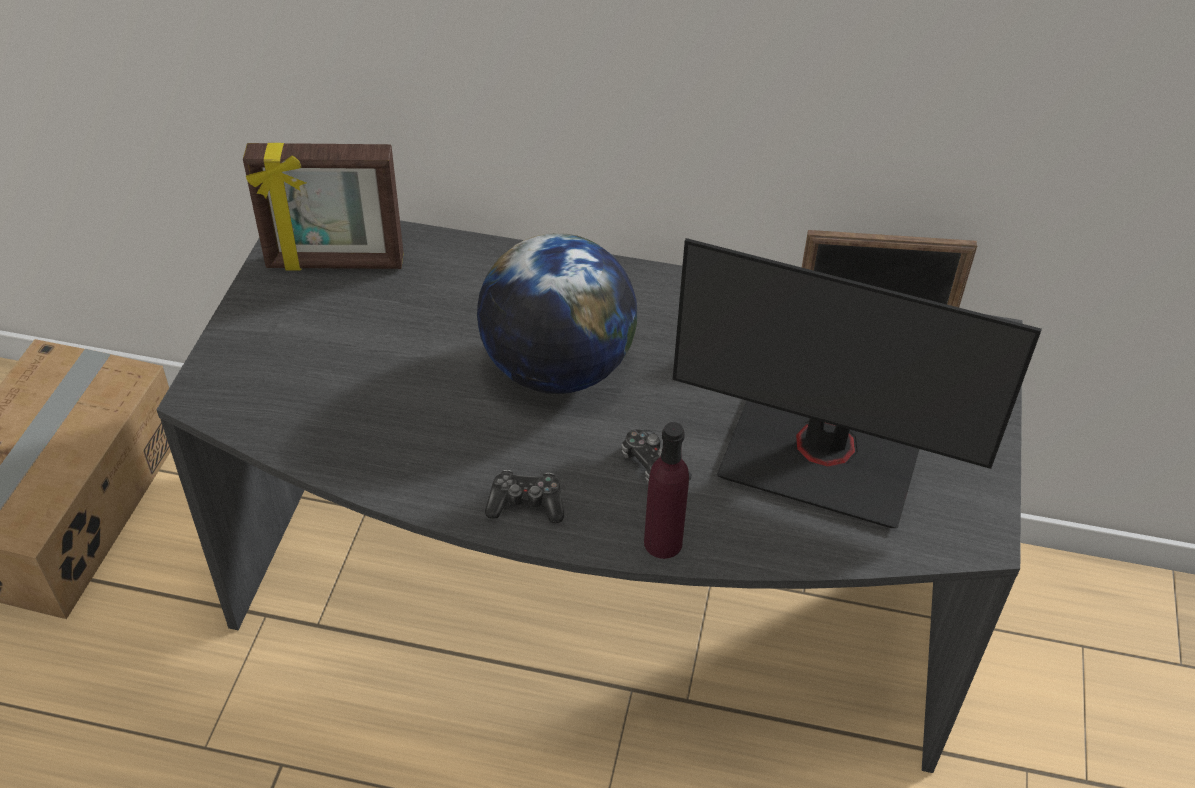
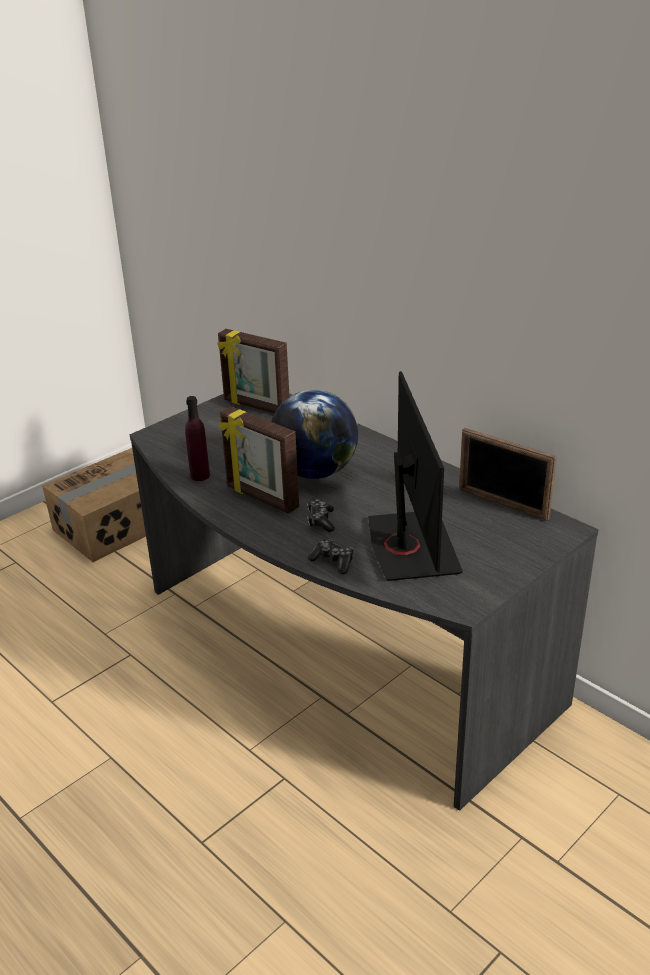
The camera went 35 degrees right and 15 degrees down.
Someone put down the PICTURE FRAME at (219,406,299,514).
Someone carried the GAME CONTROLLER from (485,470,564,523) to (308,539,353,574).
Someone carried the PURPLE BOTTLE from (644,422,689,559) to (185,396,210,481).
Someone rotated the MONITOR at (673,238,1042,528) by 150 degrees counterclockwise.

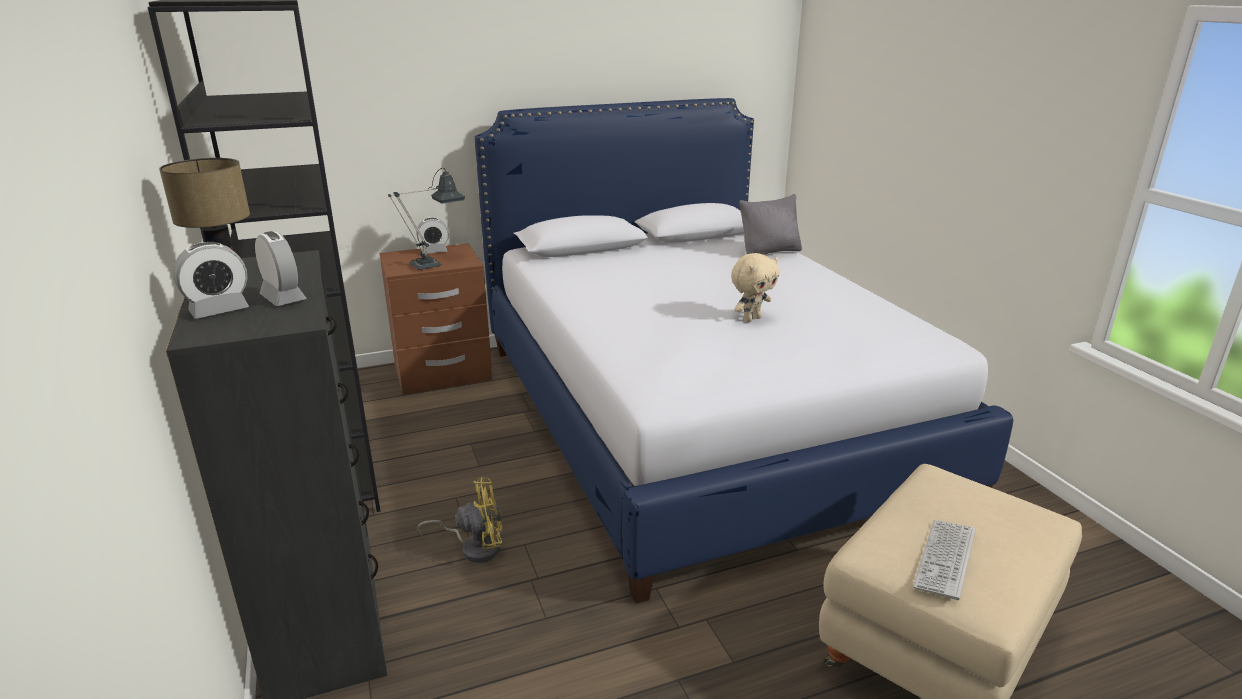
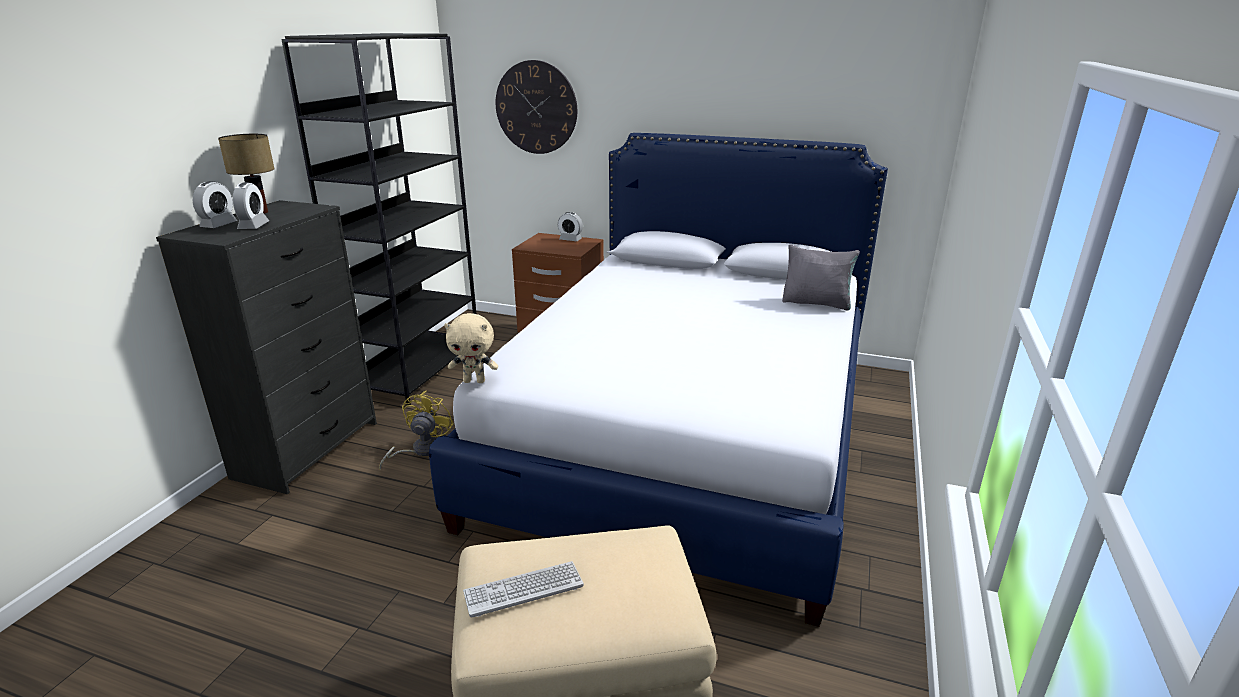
The camera went 40 degrees right and 0 degrees up.
Someone took away the TABLE LAMP at (388,168,465,270).
Someone put up the WALL CLOCK at (496,60,577,154).
Someone carried the BEIGE PLUSH TOY from (731,253,779,322) to (444,313,498,383).
Someone rotated the ALARM CLOCK at (173,242,249,319) by 75 degrees counterclockwise.
Someone rotated the YELLOW FAN at (417,477,502,563) by 105 degrees counterclockwise.

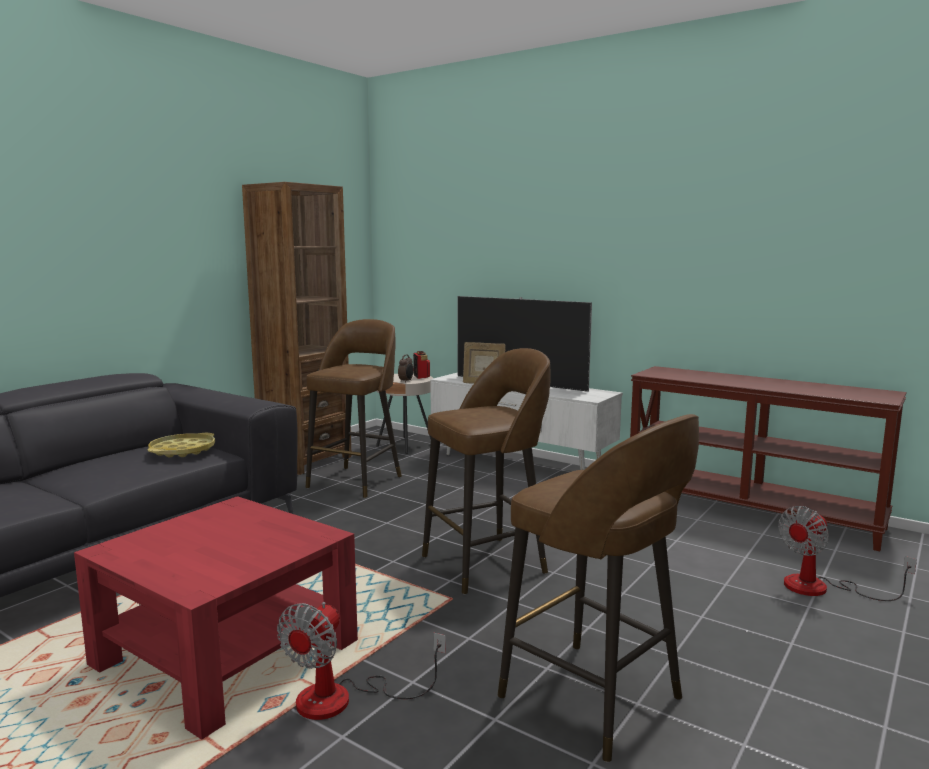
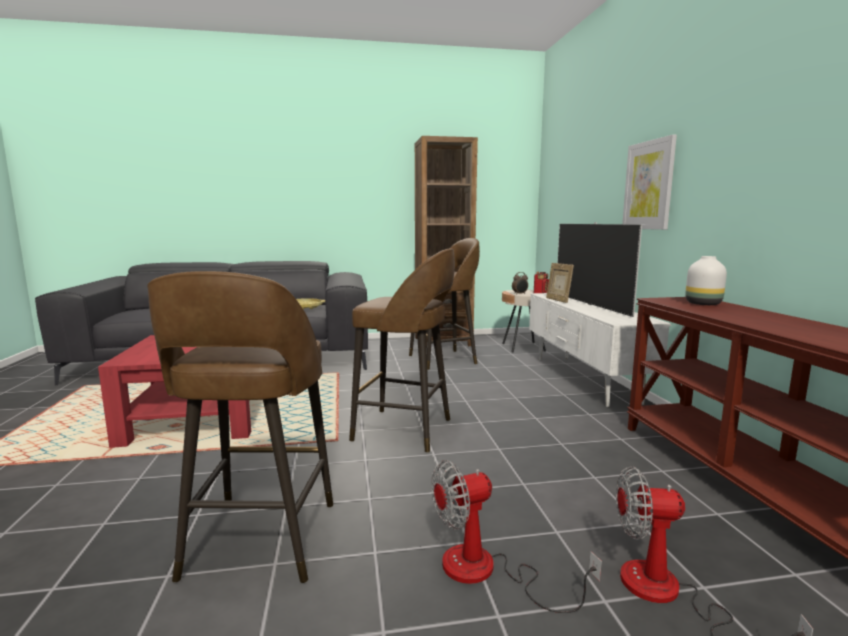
The camera went 45 degrees right and 0 degrees up.
Someone put up the PICTURE at (622,135,677,230).
Someone put down the WHITE VASE at (685,256,727,305).
Someone carried the FAN from (277,602,446,720) to (431,460,602,613).

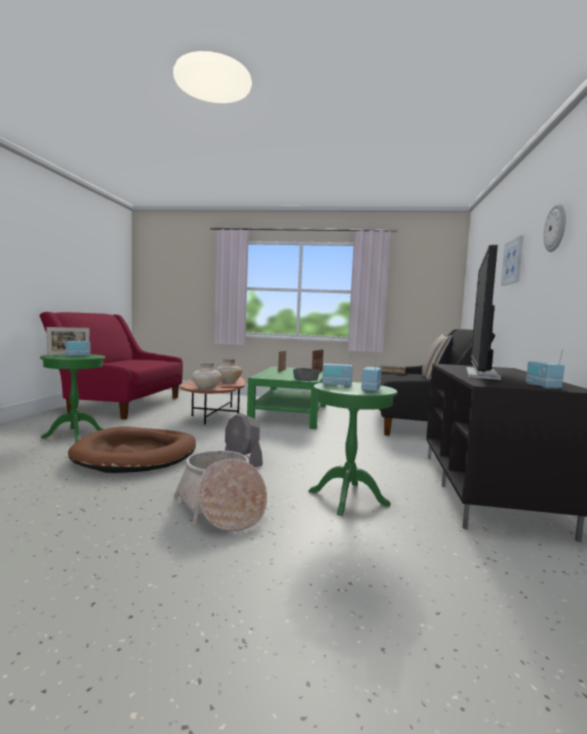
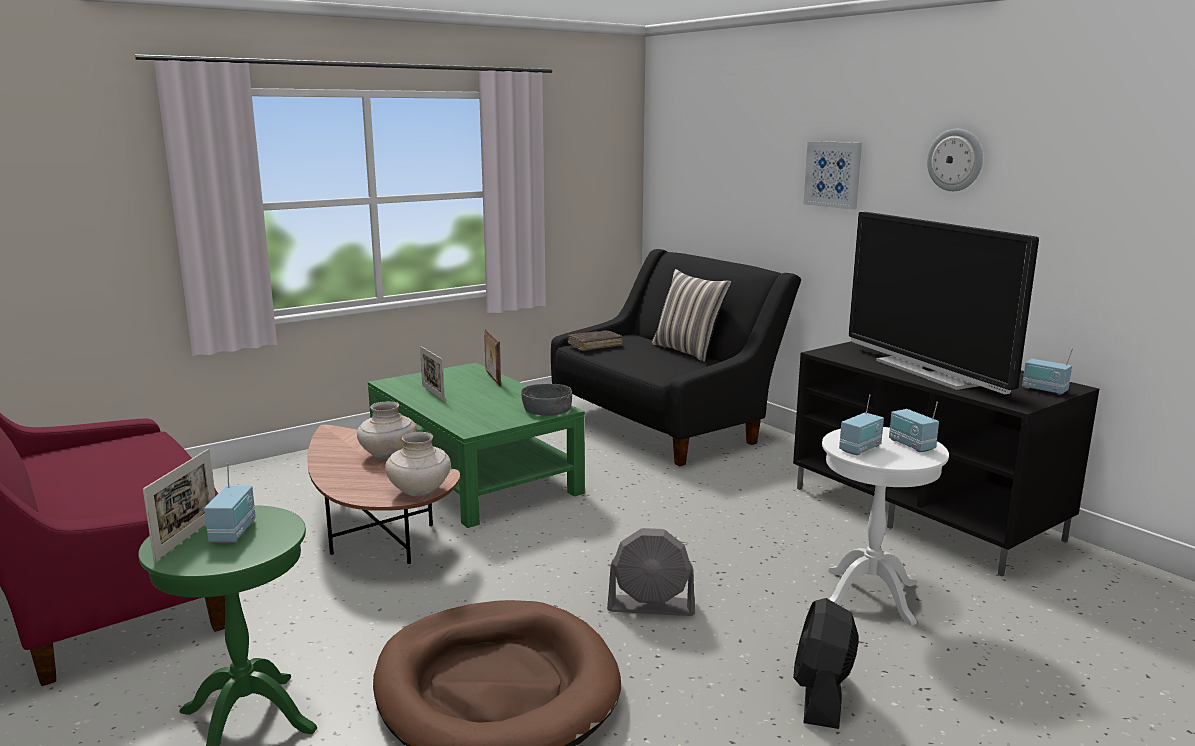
The camera went 45 degrees left and 10 degrees up.
Someone swapped the BASKET at (174,450,267,531) for the BLACK FAN at (793,598,859,729).
Someone repainted the GREEN SIDE TABLE at (308,382,397,516), which became the WHITE SIDE TABLE at (822,427,949,626).

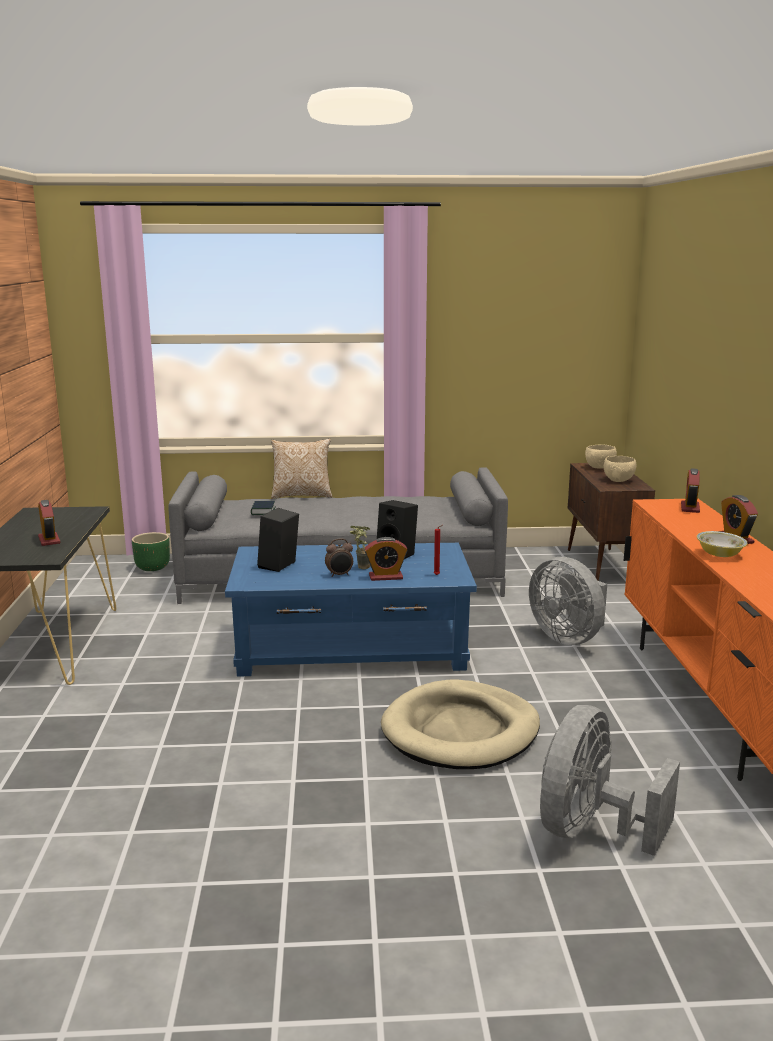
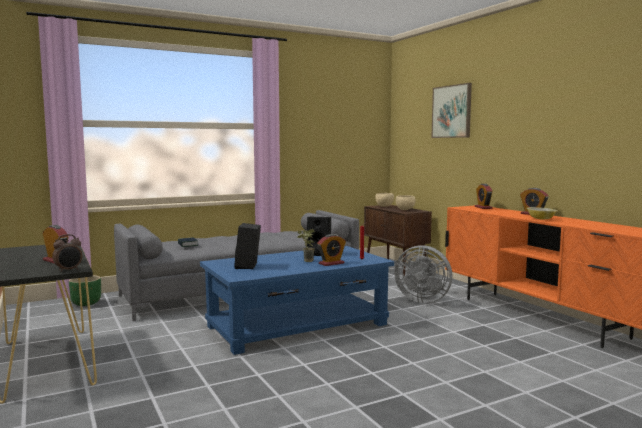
The camera went 25 degrees left and 10 degrees down.
Someone took away the PILLOW at (271,439,332,499).
Someone took away the BEIGE DOG BED at (381,679,540,769).
Someone took away the GREY FAN at (540,705,680,856).
Someone put up the PICTURE at (431,83,472,138).
Someone carried the ALARM CLOCK from (325,538,353,577) to (52,234,82,272).

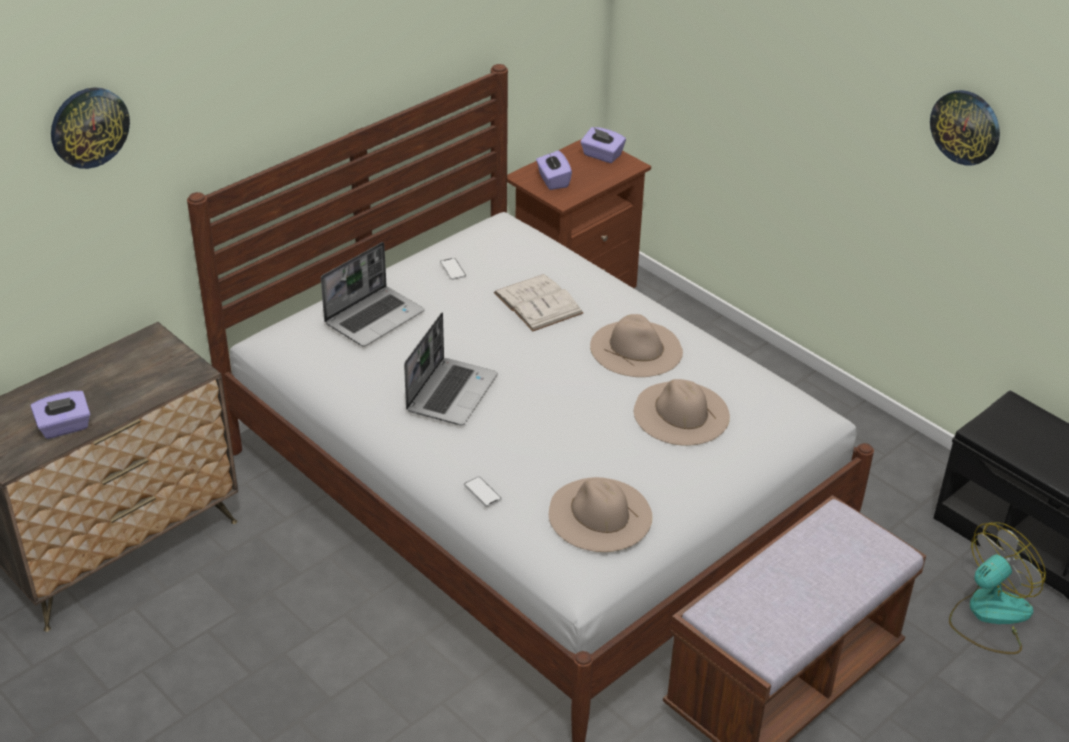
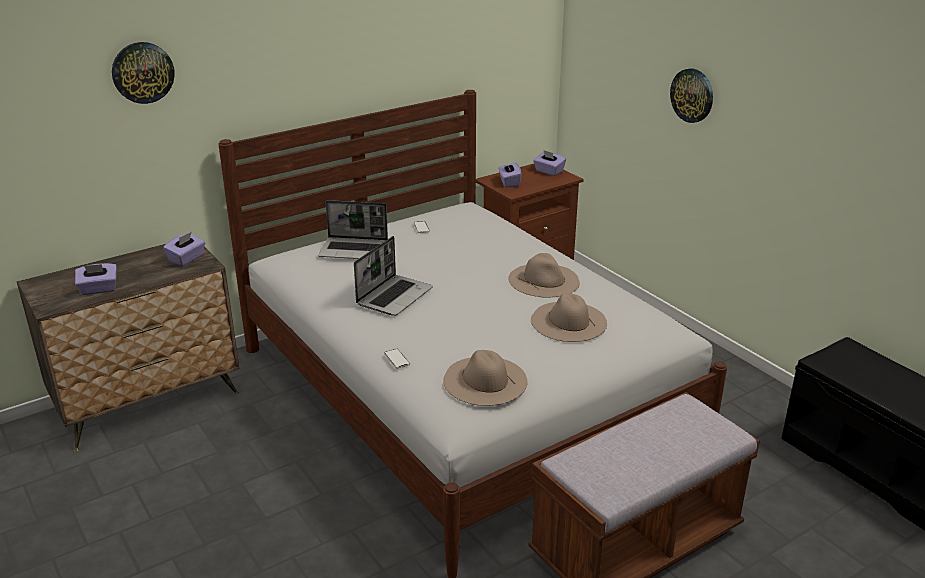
The camera went 10 degrees right and 10 degrees down.
Someone took away the WHITE BOOK at (494,274,583,332).
Someone took away the FAN at (949,522,1046,654).
Someone put down the PURPLE TISSUE BOX at (163,232,205,266).
Someone carried the WALL CLOCK from (930,90,1000,165) to (670,69,713,123).
Someone rotated the LAPTOP at (321,242,424,347) by 45 degrees clockwise.

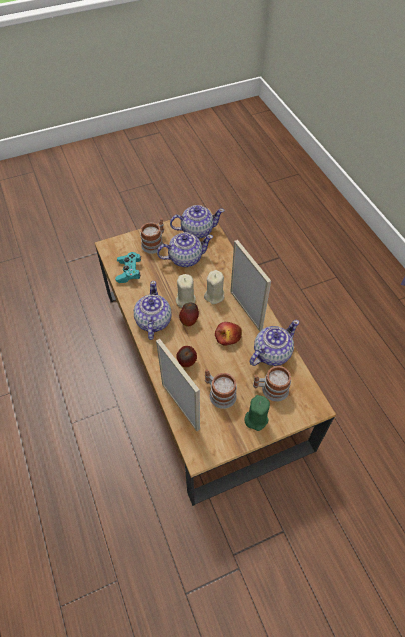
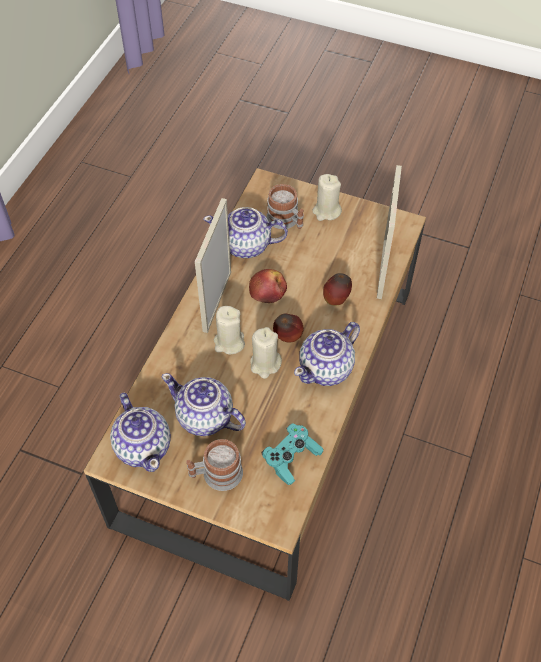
The camera went 135 degrees left and 0 degrees up.
Someone took away the MUG at (205,369,237,409).
Someone repainted the GREEN CANDLE at (245,395,270,431), which became the BEIGE CANDLE at (312,174,342,221).
Someone rotated the TEAPOT at (170,205,225,239) by 150 degrees counterclockwise.

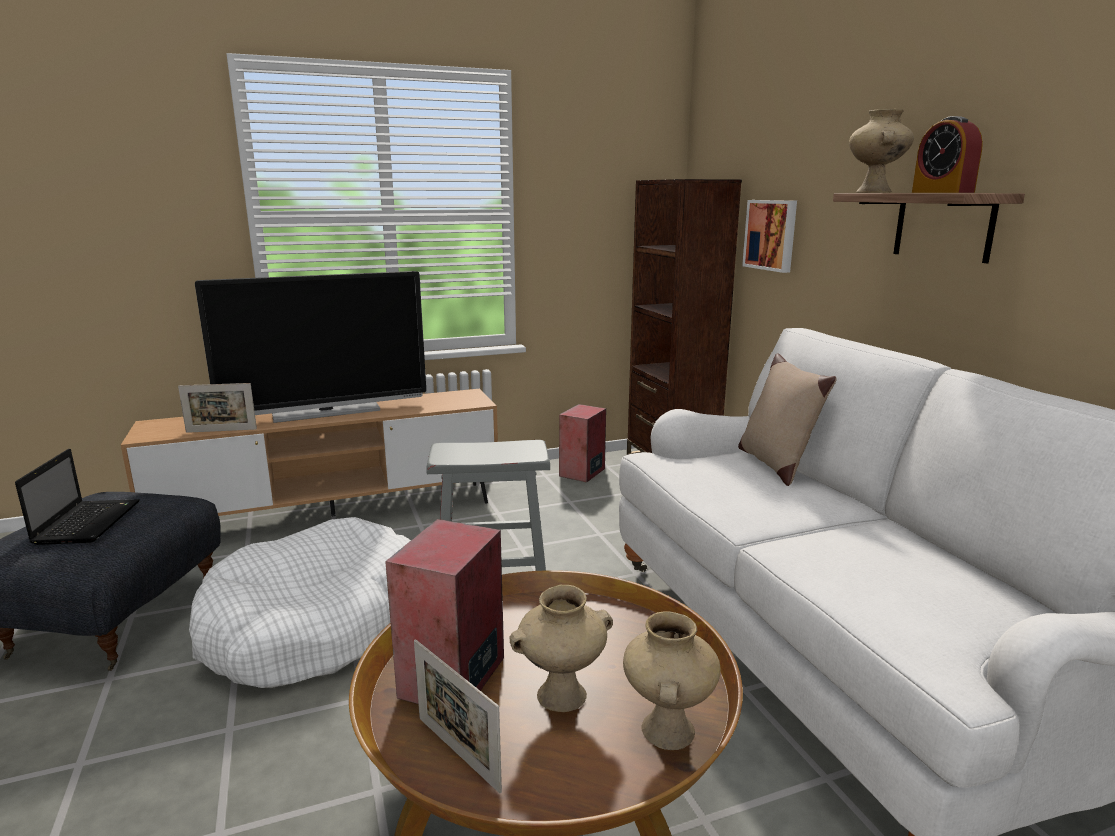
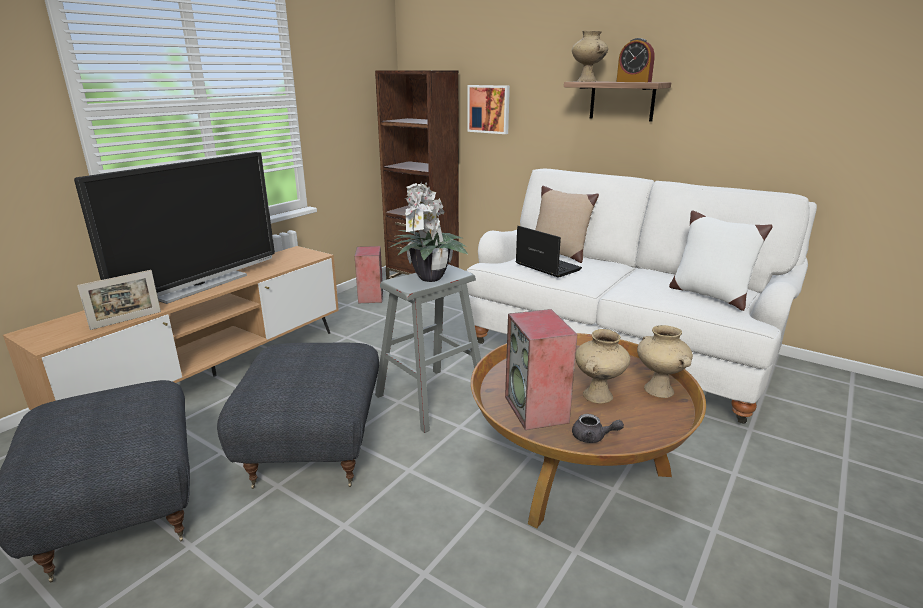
The camera went 35 degrees left and 5 degrees up.
Someone put down the POTTED PLANT at (390,182,468,282).
Someone put down the WHITE PILLOW at (669,210,772,311).
Someone carried the LAPTOP from (15,449,140,545) to (516,226,582,278).
Someone swapped the WHITE DOG BED at (189,517,411,688) for the GREY OTTOMAN at (217,343,379,489).
Someone swapped the PICTURE FRAME at (414,639,502,793) for the GREY TEAPOT at (572,414,624,443).

